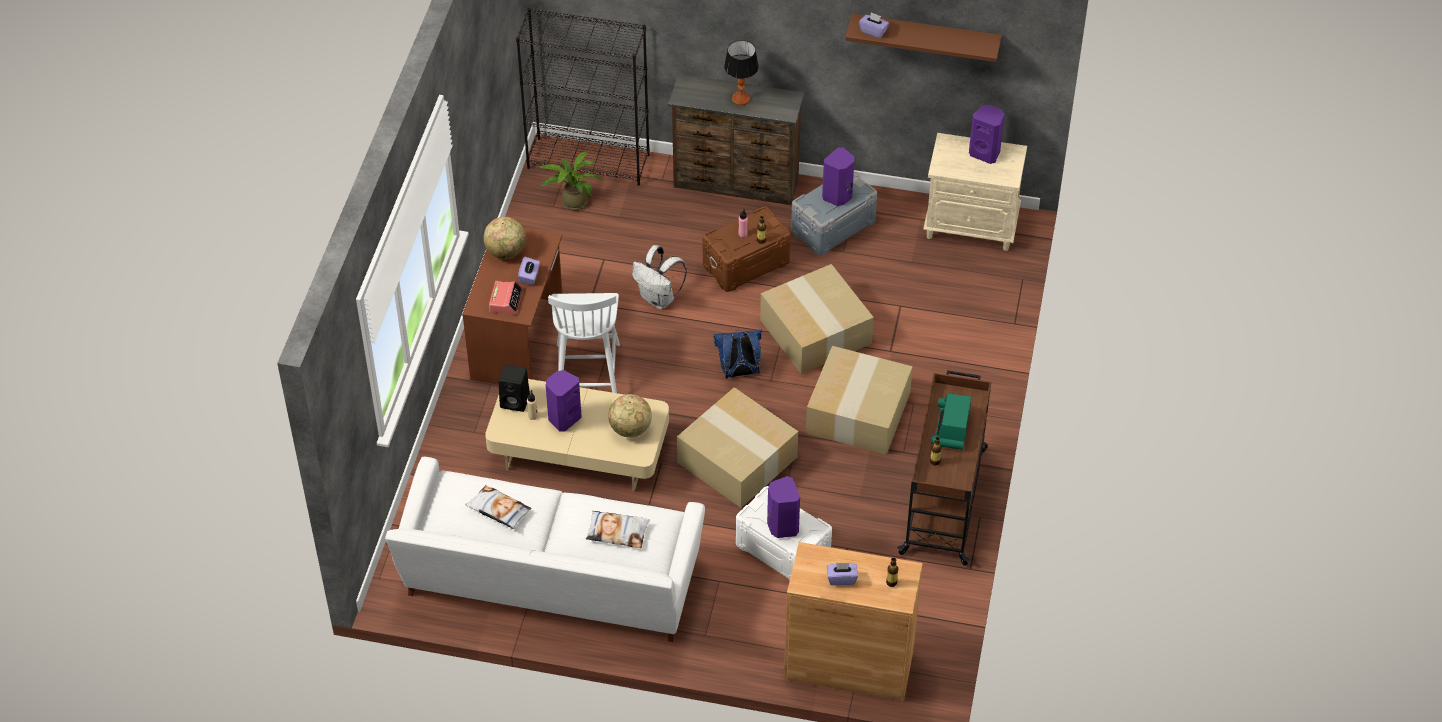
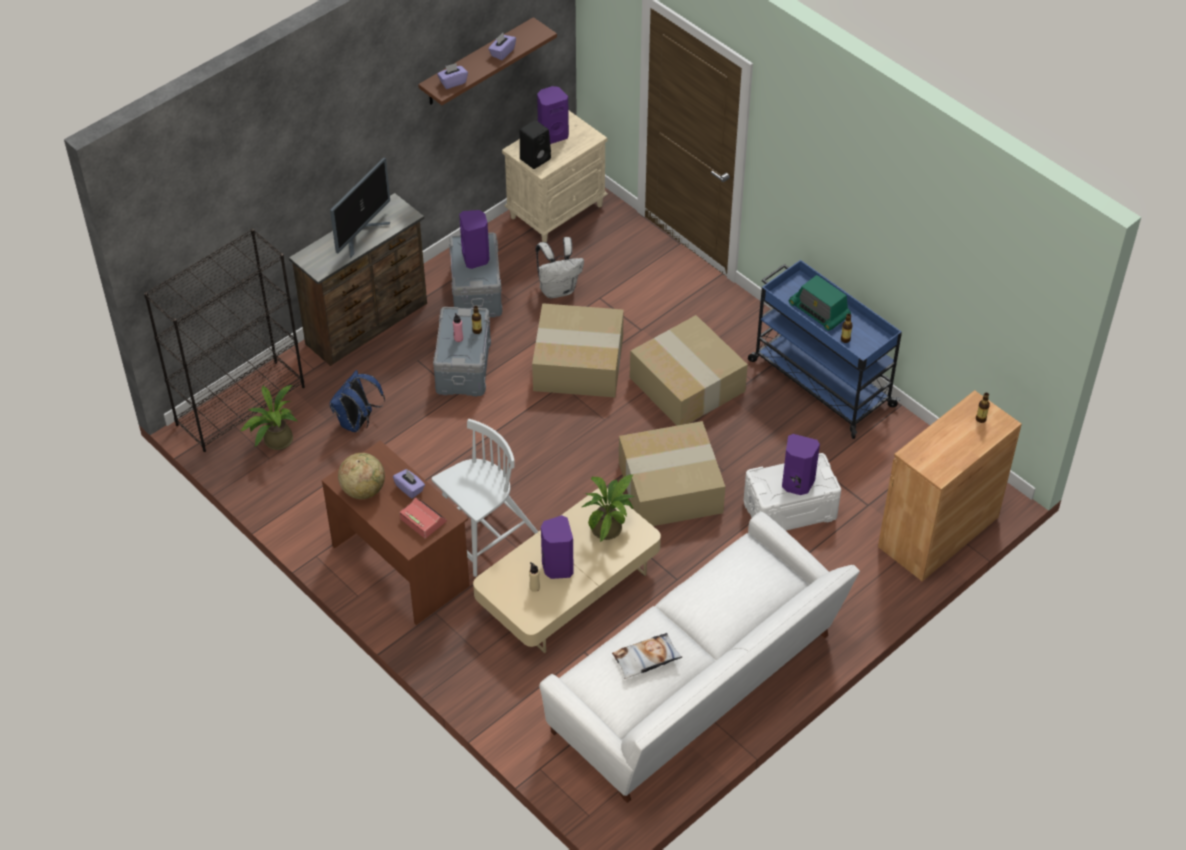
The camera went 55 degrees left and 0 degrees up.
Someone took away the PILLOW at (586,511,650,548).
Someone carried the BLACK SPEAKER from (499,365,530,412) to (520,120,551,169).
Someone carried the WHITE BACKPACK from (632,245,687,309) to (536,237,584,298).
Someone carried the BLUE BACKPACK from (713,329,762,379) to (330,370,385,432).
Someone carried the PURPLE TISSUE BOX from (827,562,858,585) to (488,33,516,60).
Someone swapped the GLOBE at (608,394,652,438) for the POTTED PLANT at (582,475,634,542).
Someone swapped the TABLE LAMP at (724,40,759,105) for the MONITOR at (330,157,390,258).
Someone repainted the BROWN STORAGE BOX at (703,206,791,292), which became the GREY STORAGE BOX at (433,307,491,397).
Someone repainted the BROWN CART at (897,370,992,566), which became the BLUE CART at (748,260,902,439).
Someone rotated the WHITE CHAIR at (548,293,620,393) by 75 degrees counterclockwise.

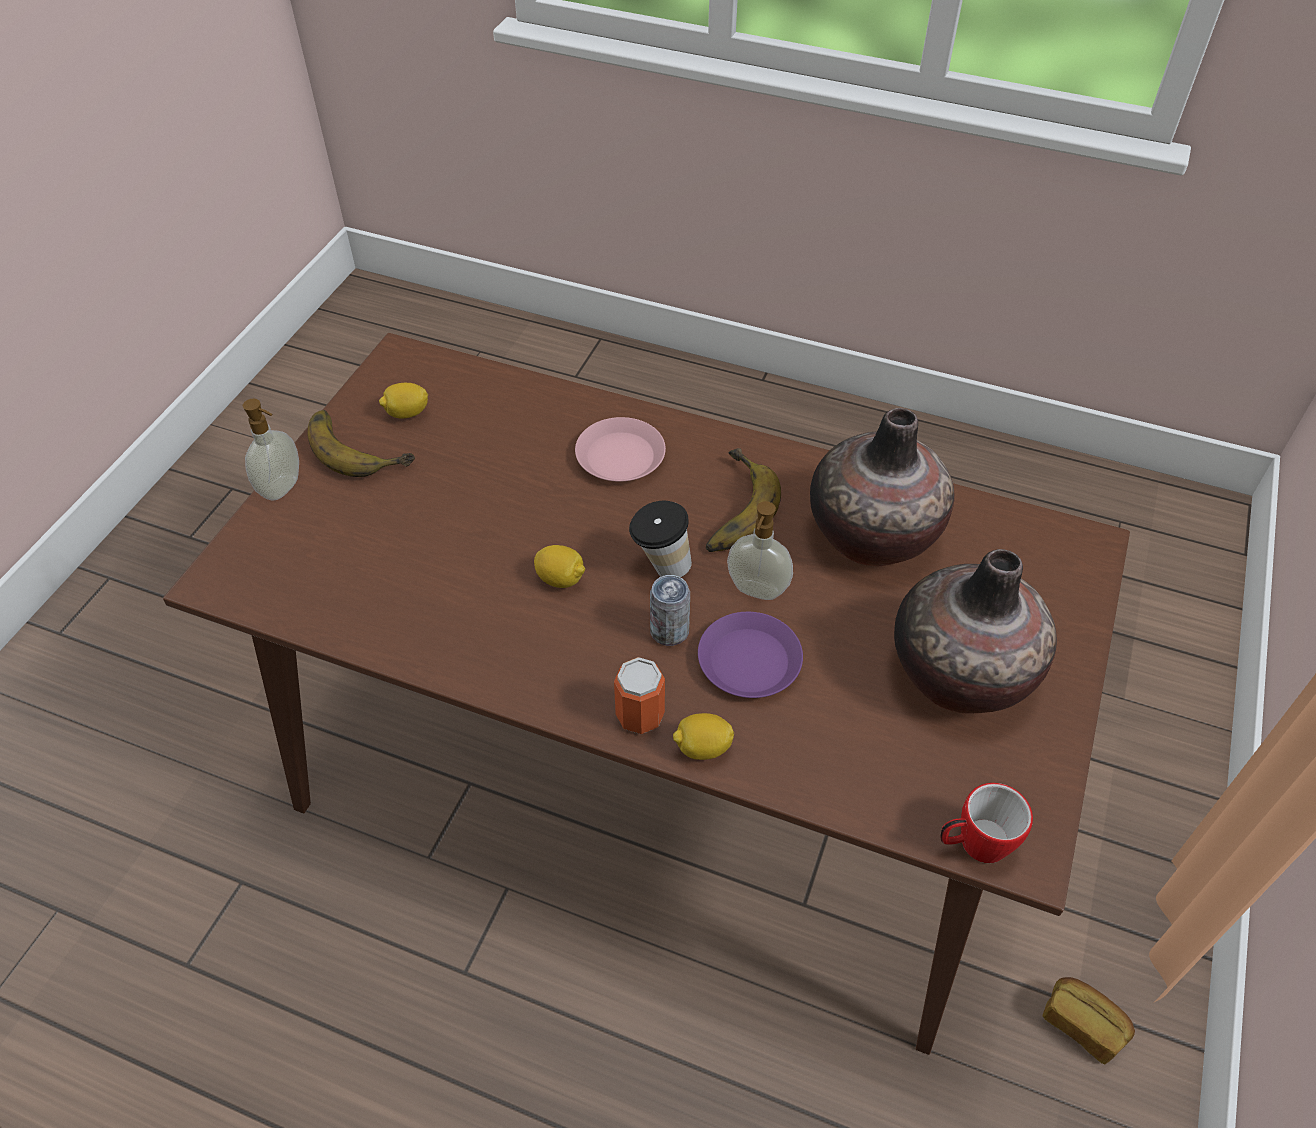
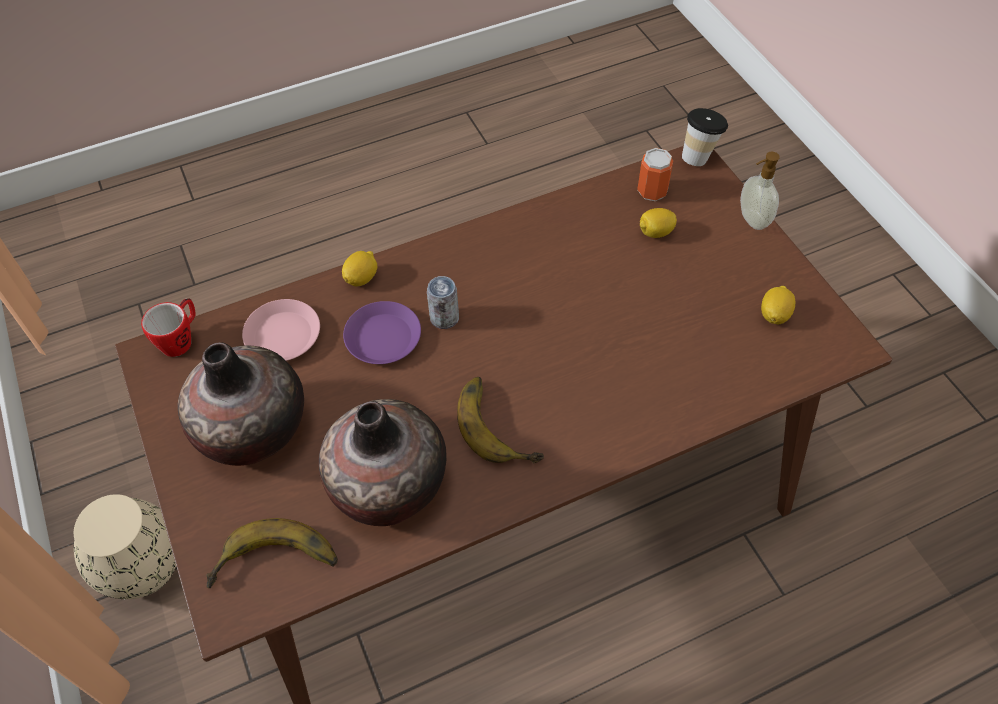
The camera went 135 degrees right and 5 degrees up.
Someone took away the SOAP DISPENSER at (727,501,793,600).
Someone carried the BANANA from (307,410,415,477) to (206,518,338,588).
Someone carried the LEMON from (534,545,585,588) to (640,208,677,238).
Someone carried the PINK PLATE from (575,417,666,482) to (242,299,320,361).
Someone carried the CAN from (614,657,665,734) to (637,148,673,201).
Someone carried the CUP from (629,501,692,577) to (682,108,728,166).
Someone swapped the BREAD at (1043,977,1135,1064) for the BEIGE VASE at (74,494,176,599).

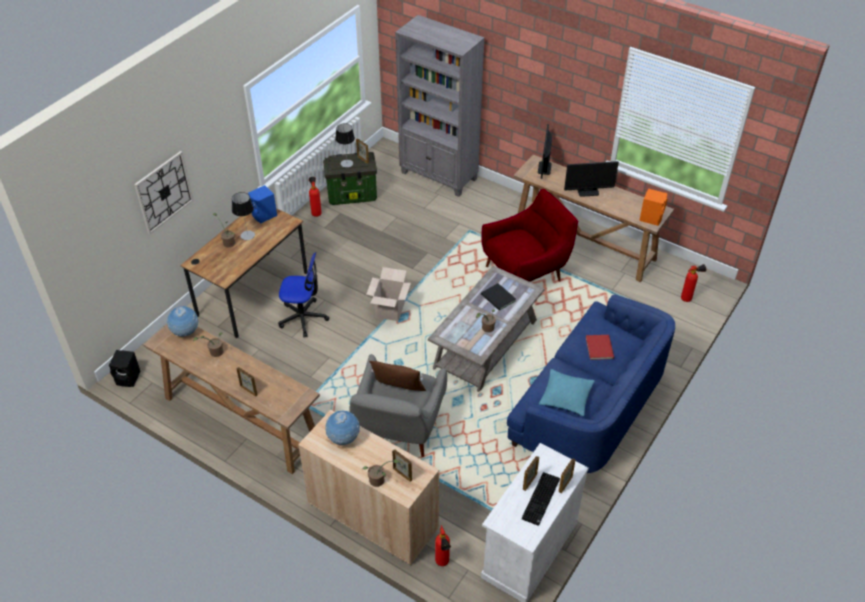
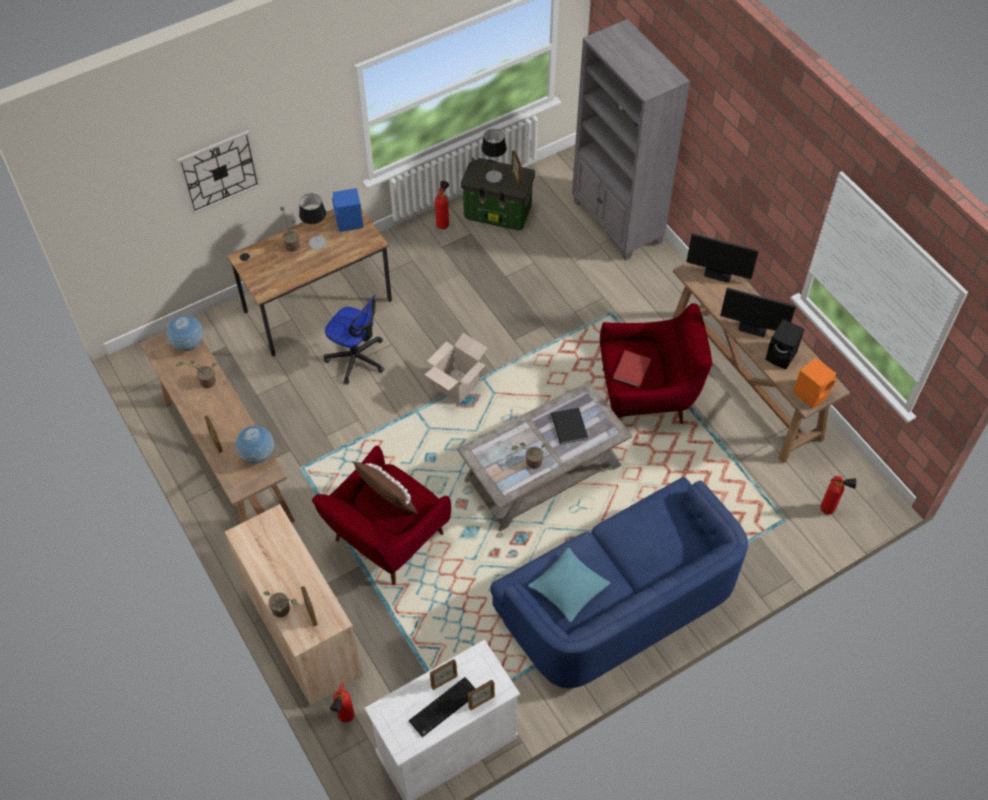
The camera went 25 degrees right and 10 degrees up.
Someone carried the BLACK SPEAKER from (109,350,140,387) to (765,319,805,369).
Someone carried the GLOBE from (325,410,360,445) to (236,426,275,464).
Someone carried the RED BOOK from (586,335,614,360) to (613,350,651,387).
Someone repainted the GREY ARMCHAIR at (349,354,447,457), which became the RED ARMCHAIR at (312,446,451,585).
Someone rotated the MONITOR at (538,124,552,179) by 105 degrees counterclockwise.

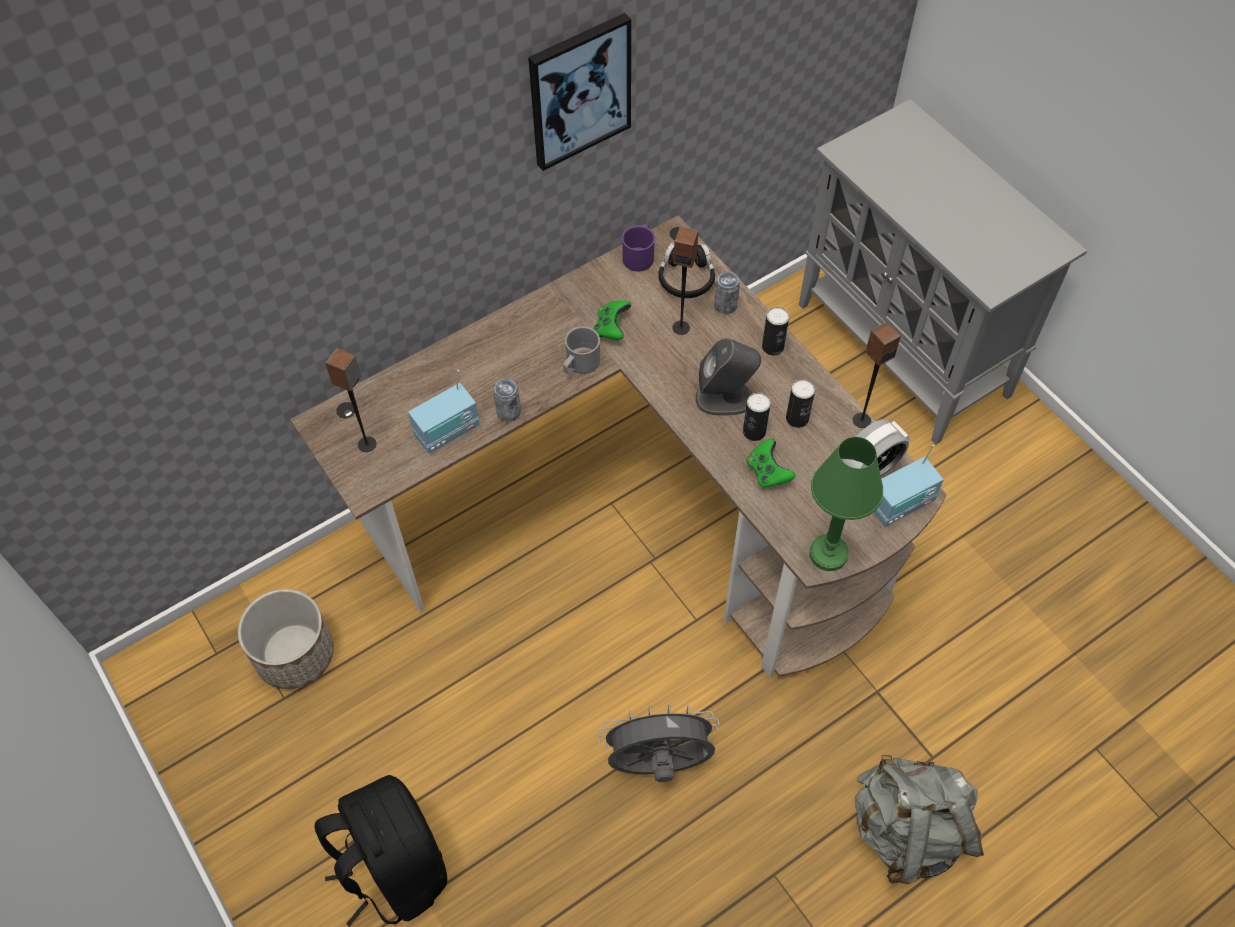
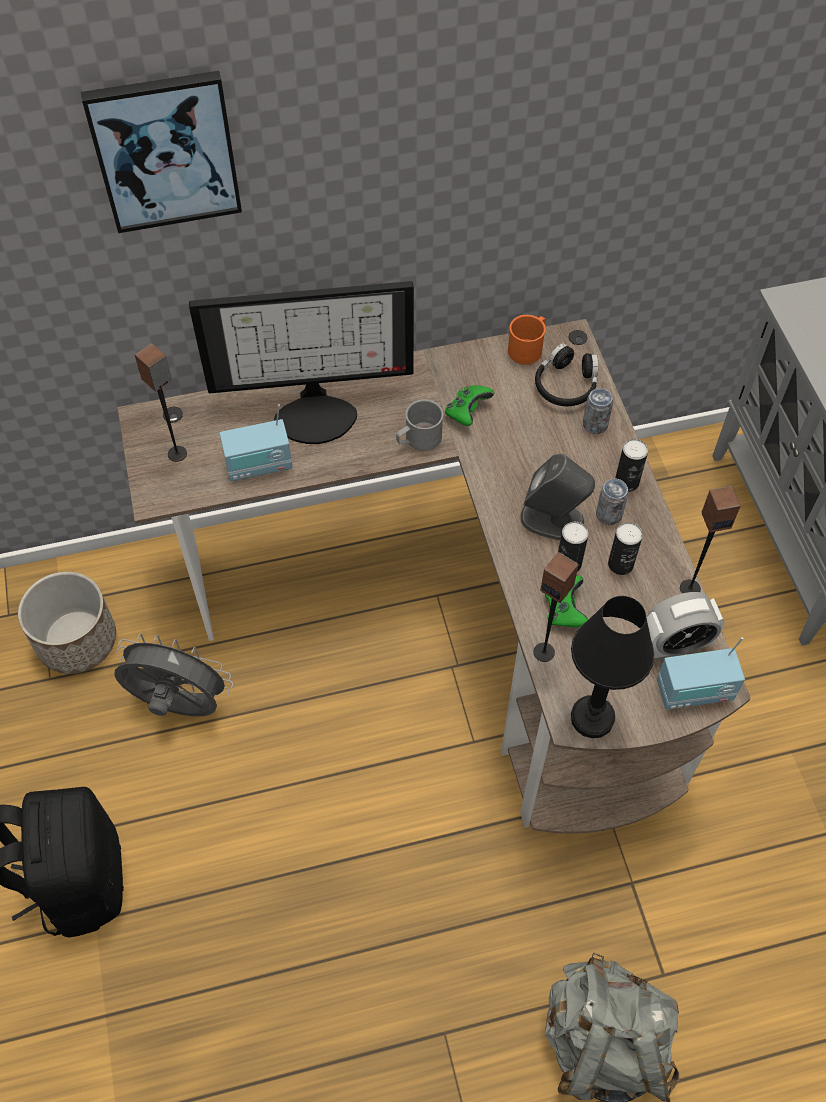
The camera went 20 degrees right and 0 degrees up.
Someone put down the MONITOR at (189,281,414,444).
Someone carried the CAN from (494,379,521,421) to (596,479,628,525).
Someone carried the PICTURE from (528,13,631,171) to (81,71,242,233).
Someone carried the GREY FAN from (598,704,720,782) to (114,633,233,716).
Someone carried the SPEAKER from (672,227,698,335) to (533,552,579,662).
Someone repainted the PURPLE MUG at (622,224,655,271), which became the ORANGE MUG at (508,315,546,365).
Someone repainted the GREEN TABLE LAMP at (809,437,883,571), which became the BLACK TABLE LAMP at (571,596,654,738).

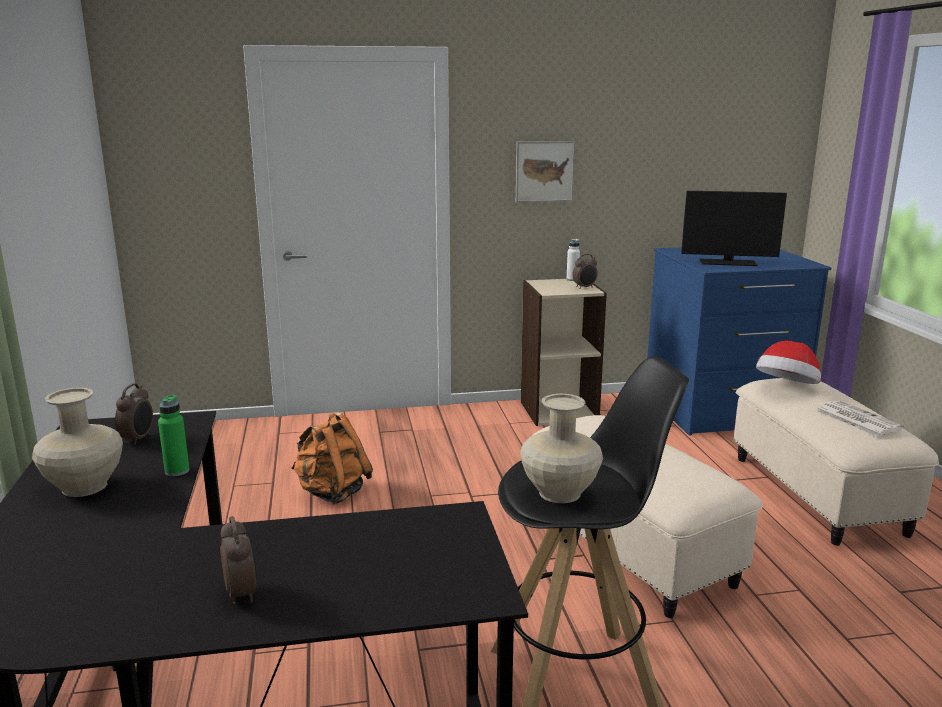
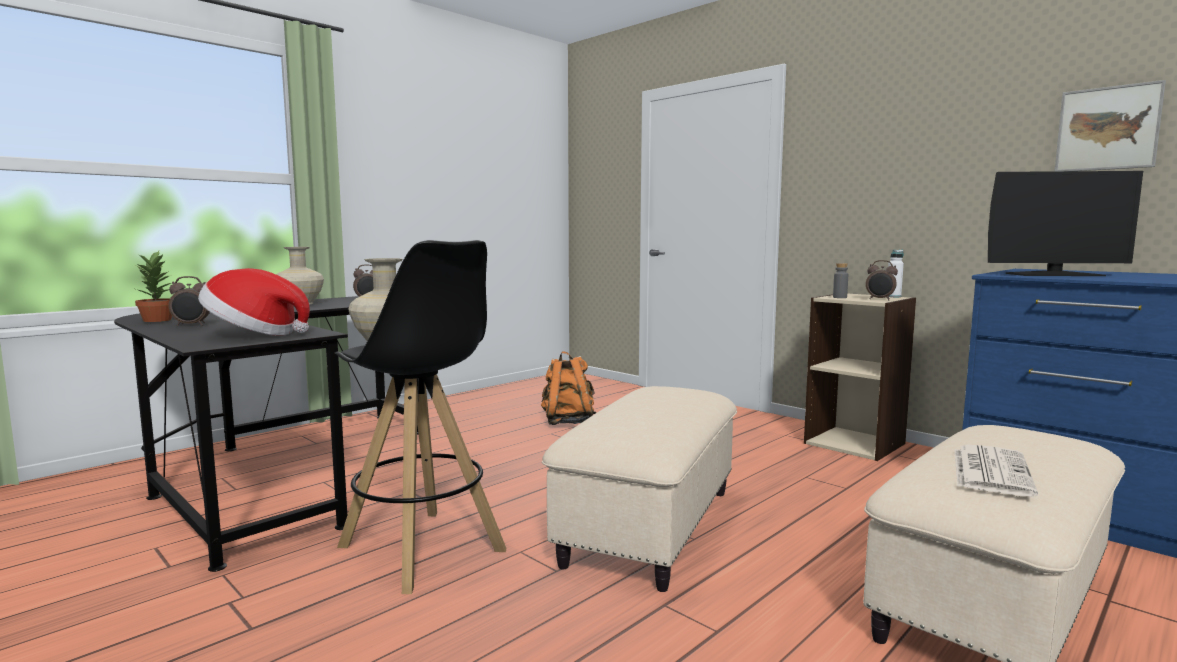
The camera went 55 degrees right and 10 degrees down.
Someone took away the GREEN BOTTLE at (158,395,190,476).
Someone put down the POTTED PLANT at (135,251,172,322).
Someone put down the GREY BOTTLE at (833,263,848,298).
Someone carried the PICTURE from (516,141,575,203) to (1055,80,1166,171).
Someone carried the HAT from (756,340,821,384) to (198,268,310,336).
Someone rotated the ALARM CLOCK at (220,516,257,604) by 45 degrees clockwise.
Someone rotated the MONITOR at (681,191,787,266) by 60 degrees counterclockwise.

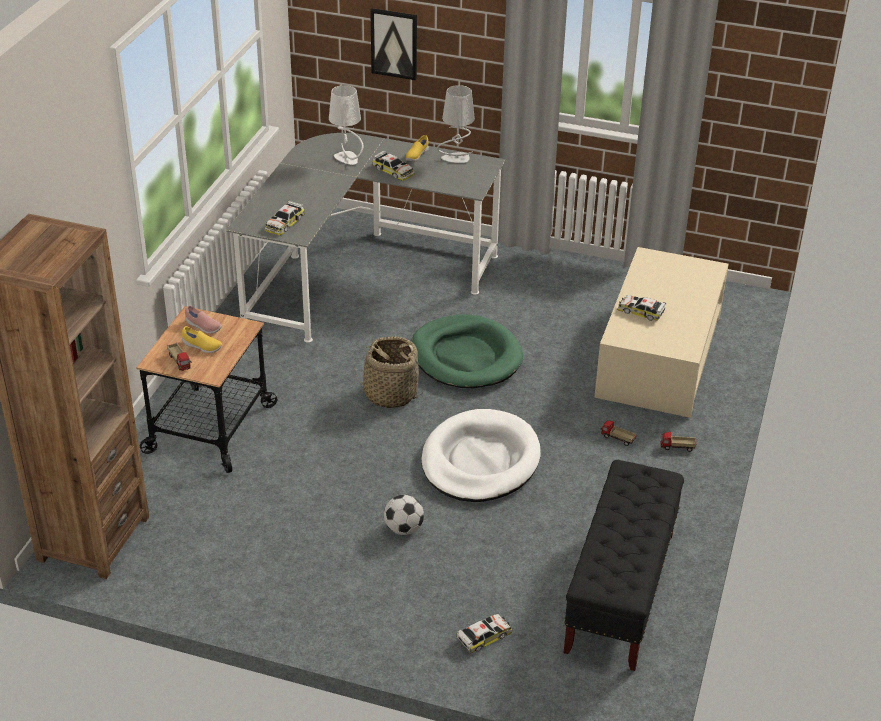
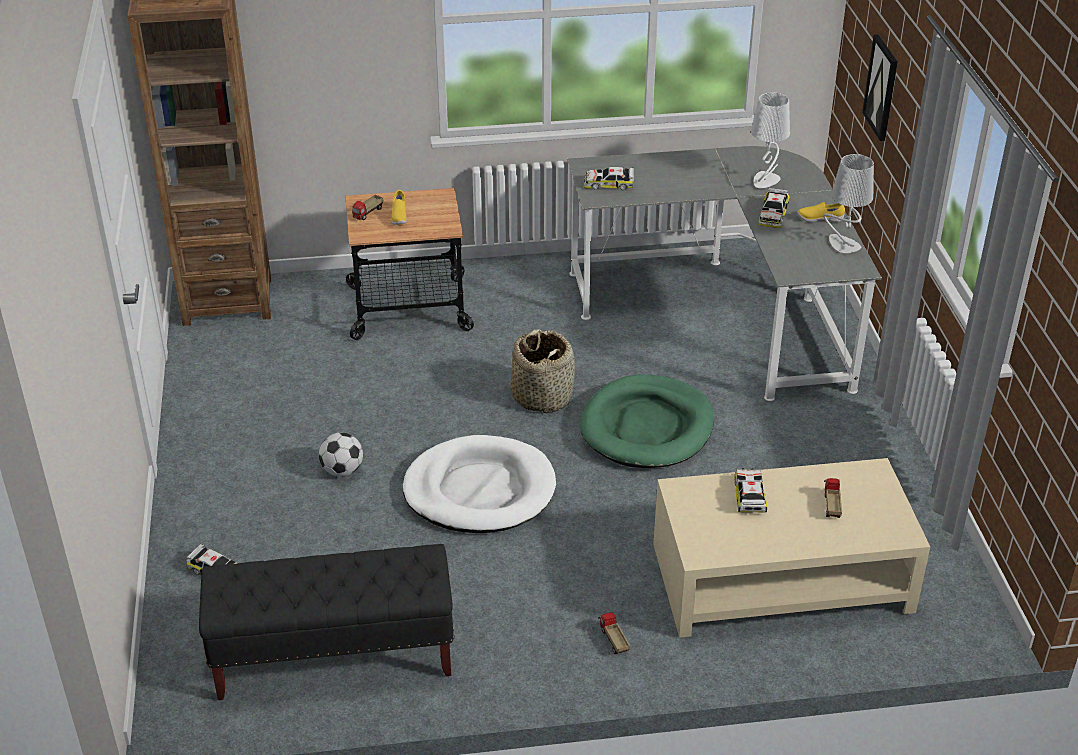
The camera went 65 degrees right and 0 degrees up.
Someone took away the PINK SHOE at (185,305,222,334).
Someone carried the TOY TRUCK from (601,421,636,446) to (824,478,842,518).

